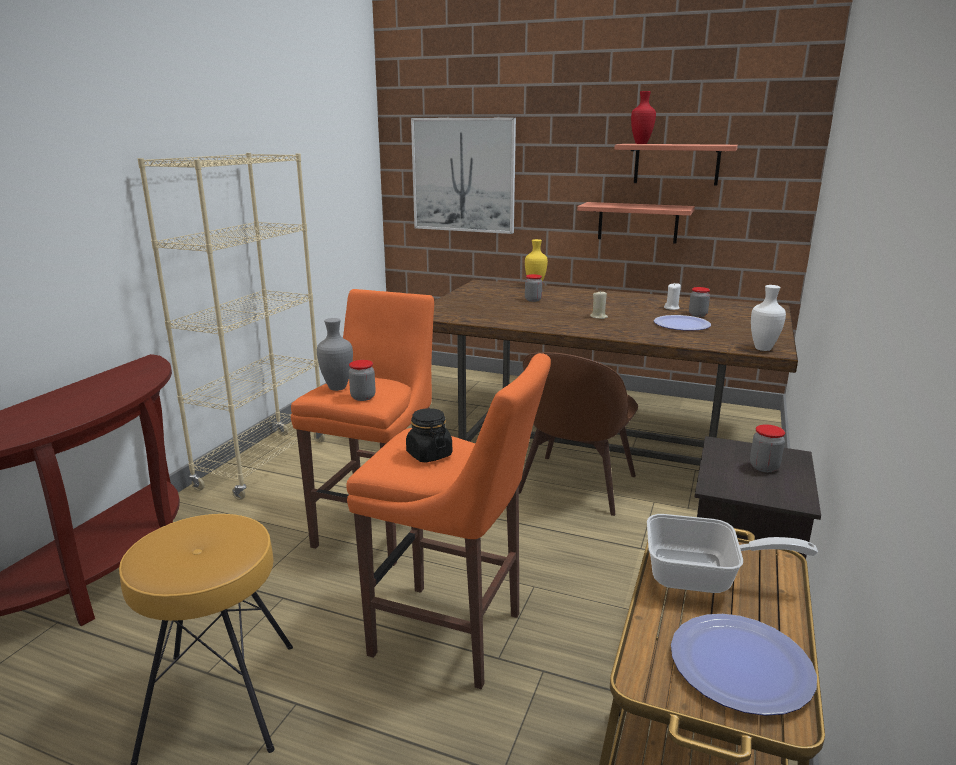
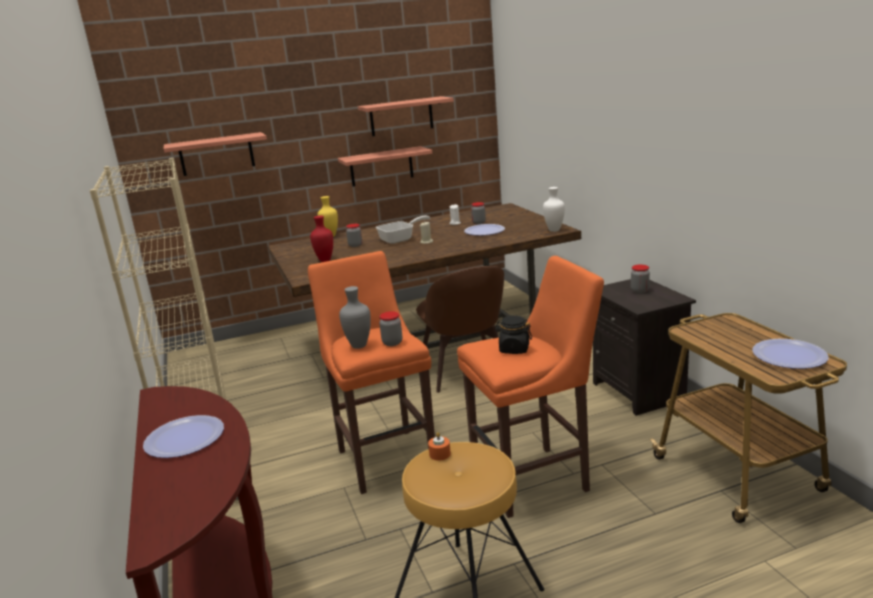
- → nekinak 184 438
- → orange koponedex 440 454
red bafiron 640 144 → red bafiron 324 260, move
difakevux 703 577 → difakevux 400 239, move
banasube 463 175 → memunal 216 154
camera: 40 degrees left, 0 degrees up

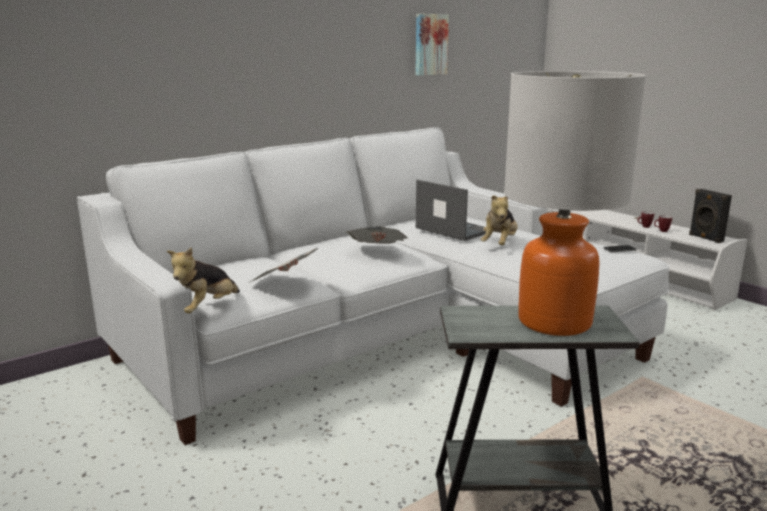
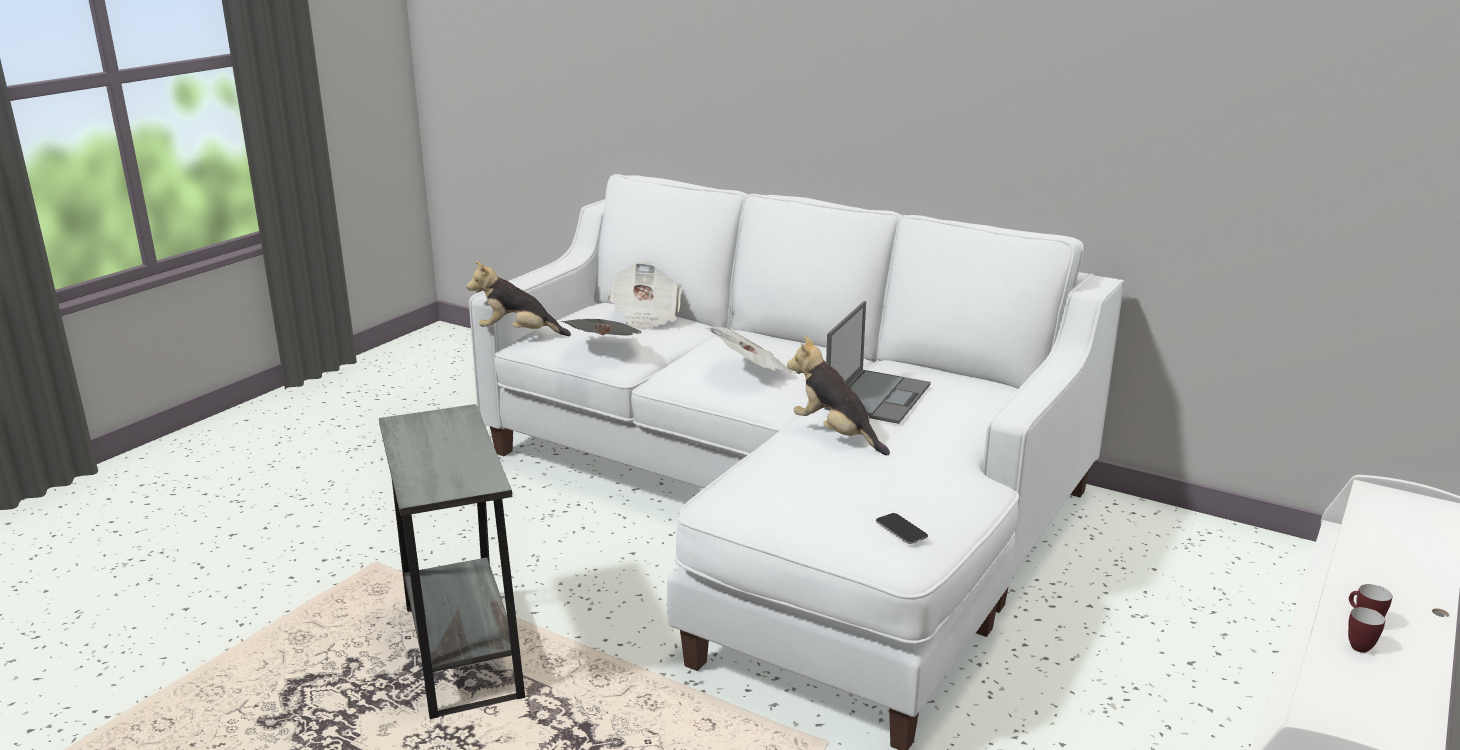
banasube 430 44 → -
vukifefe 555 322 → -
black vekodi 705 238 → -
- → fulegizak 645 316
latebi 499 244 → latebi 836 434, 45 degrees clockwise
camera: 70 degrees right, 5 degrees up

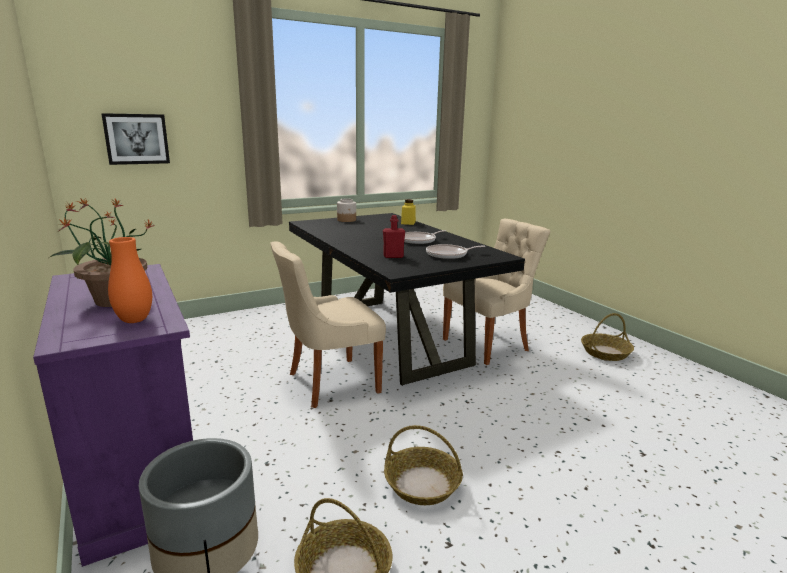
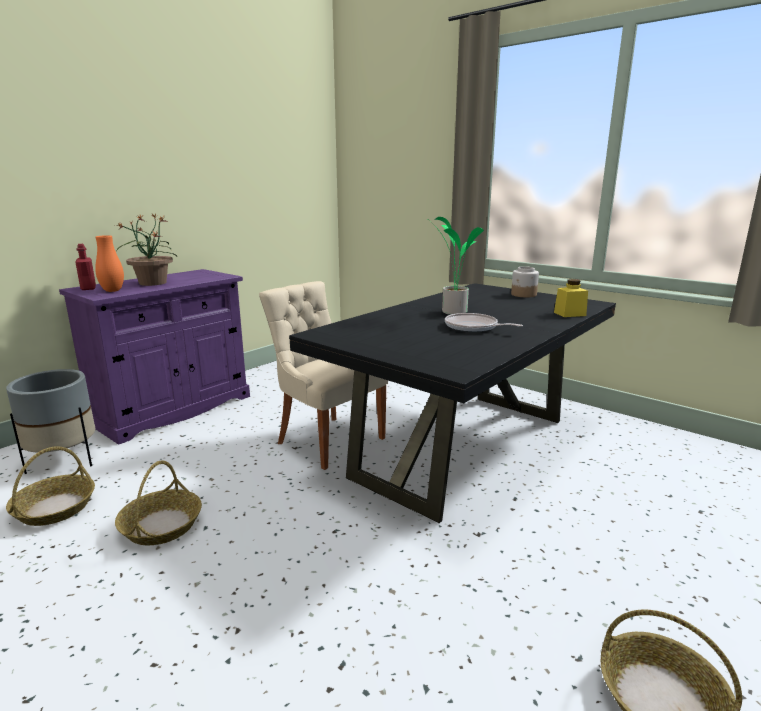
banasube 136 139 → -
difakevux 448 255 → -
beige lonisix 488 344 → -
- → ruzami 452 312
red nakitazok 393 256 → red nakitazok 88 288, move
camera: 70 degrees right, 0 degrees up

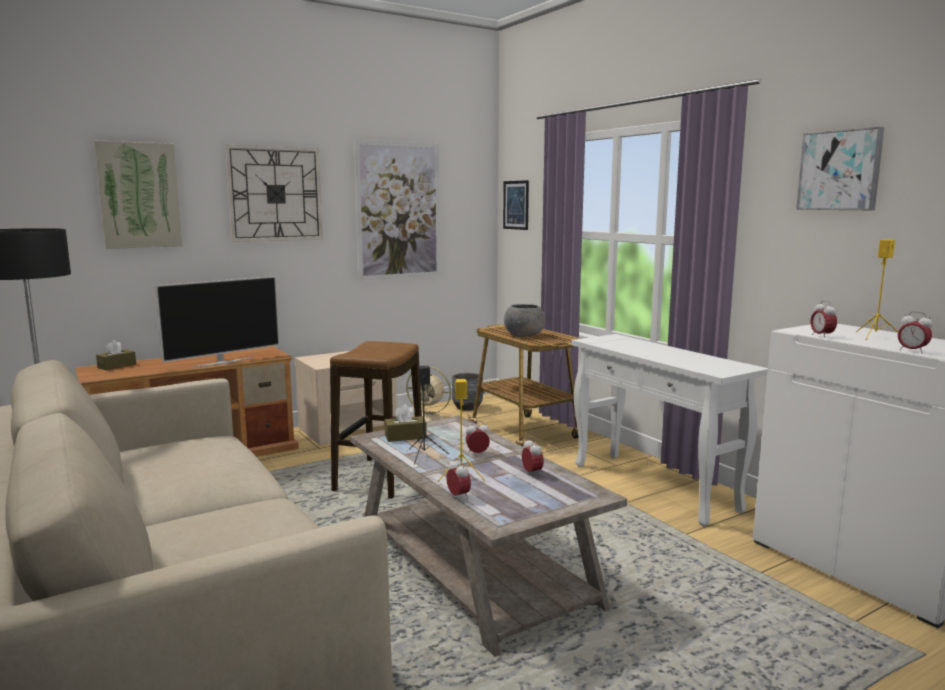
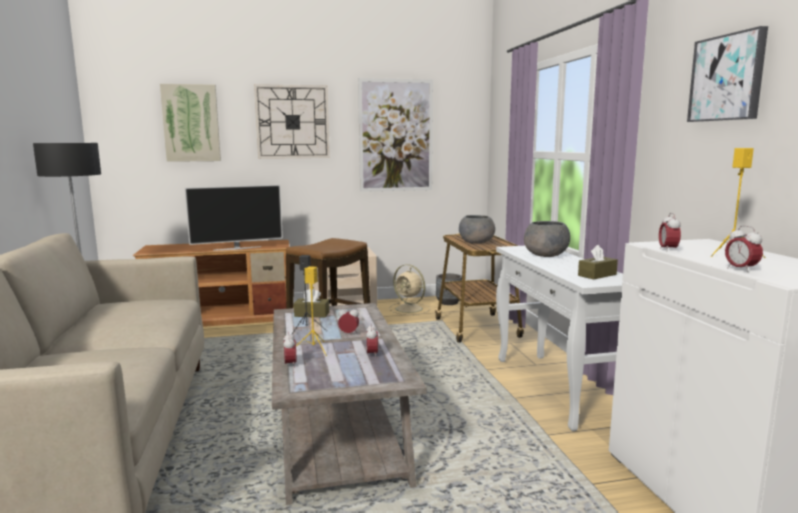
banasube 516 205 → -
- → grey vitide 545 255
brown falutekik 117 366 → brown falutekik 597 275, move
camera: 20 degrees right, 0 degrees up

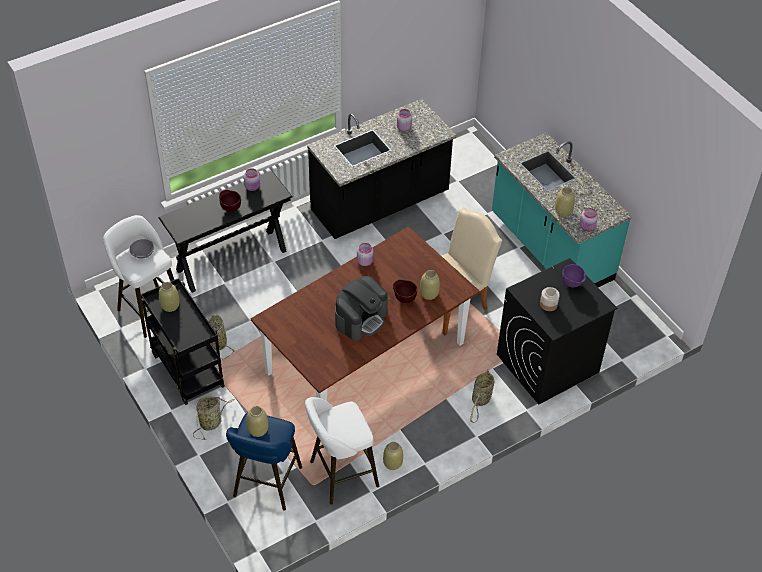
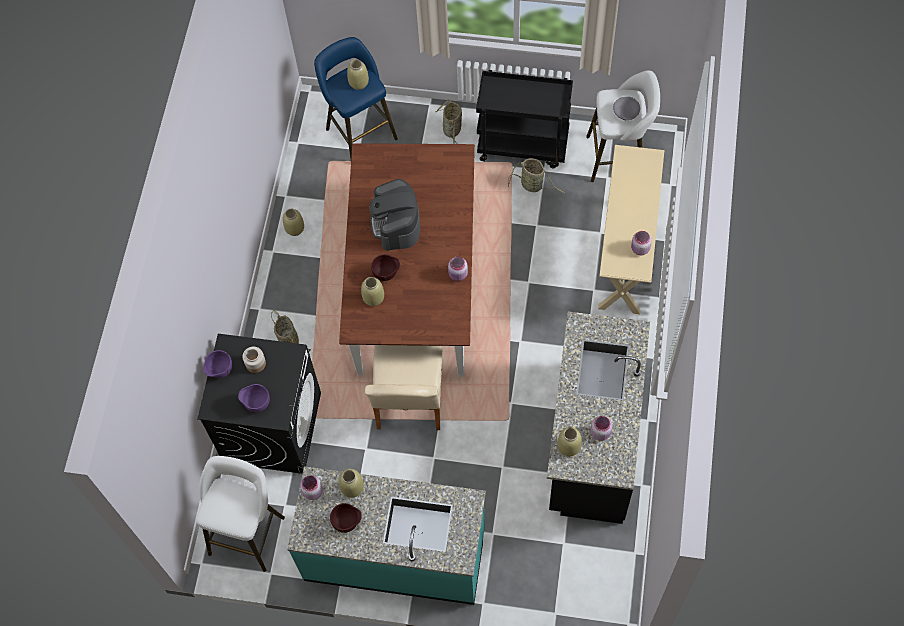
- → purple vitide 220 371
beige bafiron 170 306 → beige bafiron 568 447, move
brown vitide 230 208 → brown vitide 347 522, move
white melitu 340 475 → white melitu 248 531, move
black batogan 232 260 → beige batogan 624 256
camera: 135 degrees right, 15 degrees up

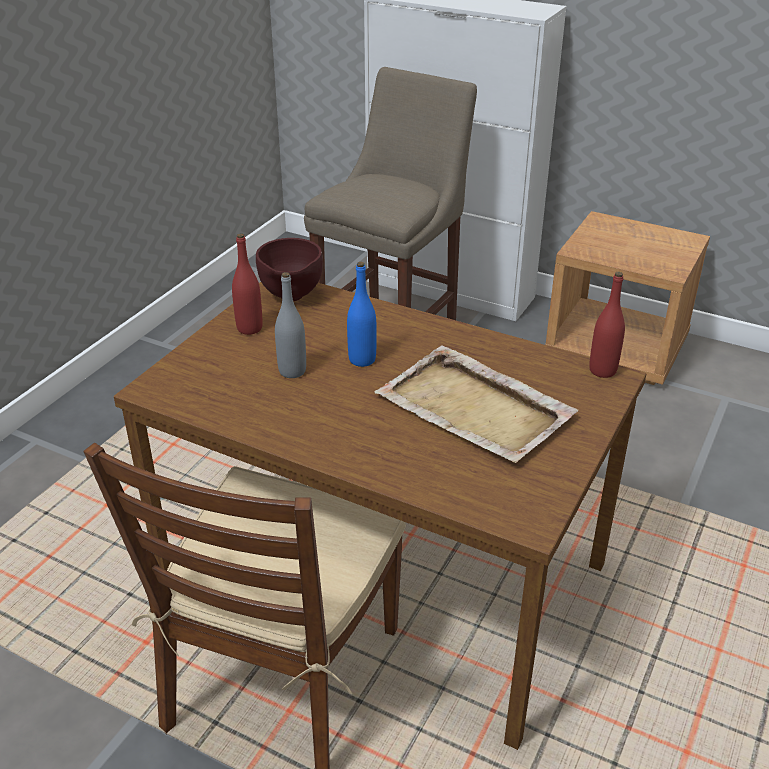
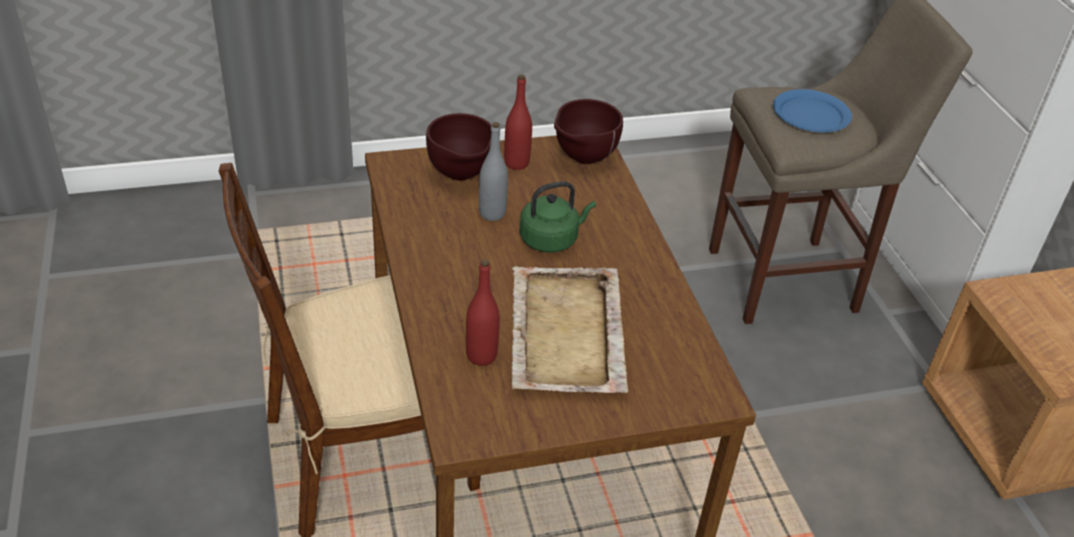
- → brown vitide 461 176
- → blue nekinak 811 114
red nakitazok 602 370 → red nakitazok 481 356, move
blue nakitazok 362 359 → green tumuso 551 239
camera: 45 degrees right, 5 degrees up

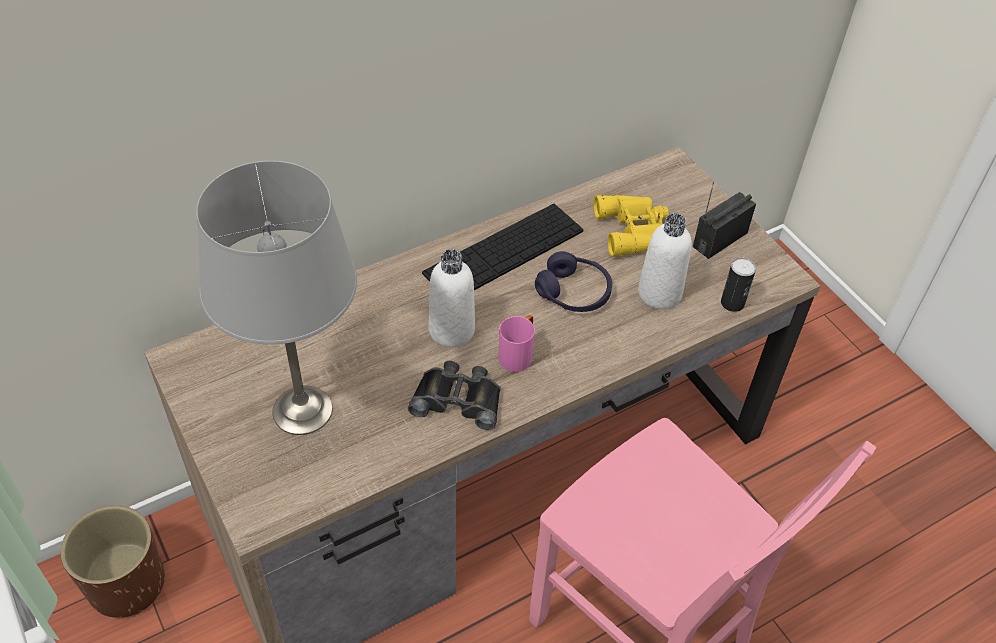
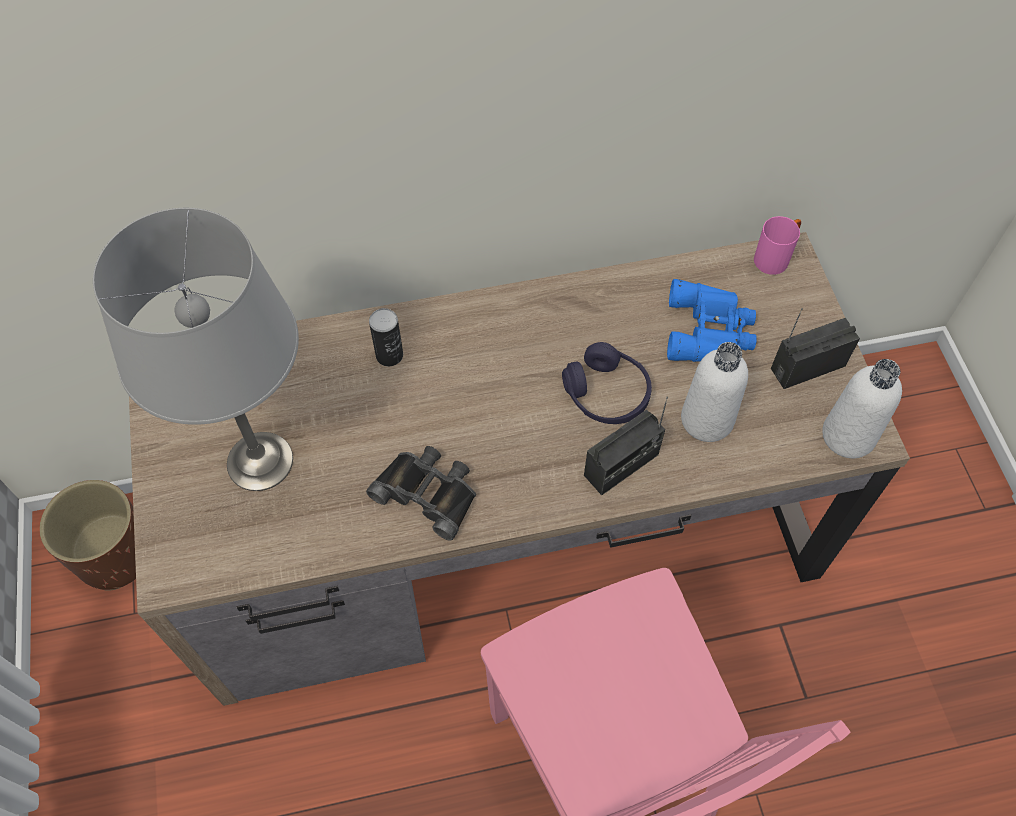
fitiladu 504 252 → -
- → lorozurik 621 465
white nakitazok 451 330 → white nakitazok 848 435, move
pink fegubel 518 354 → pink fegubel 775 257, move
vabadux 732 303 → vabadux 389 355, move
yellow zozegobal 635 230 → blue zozegobal 710 330
camera: 20 degrees right, 10 degrees up

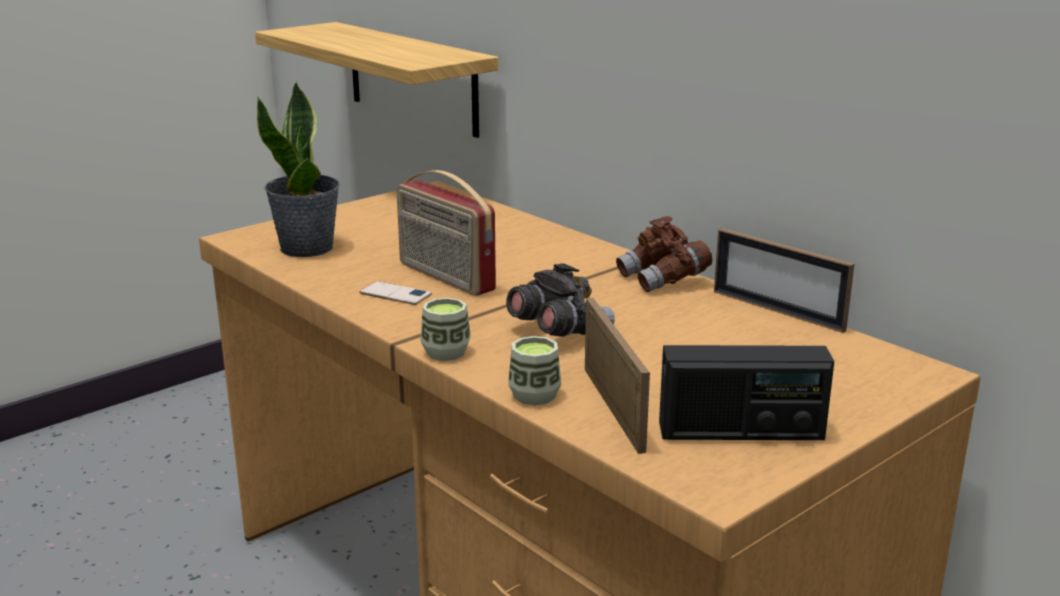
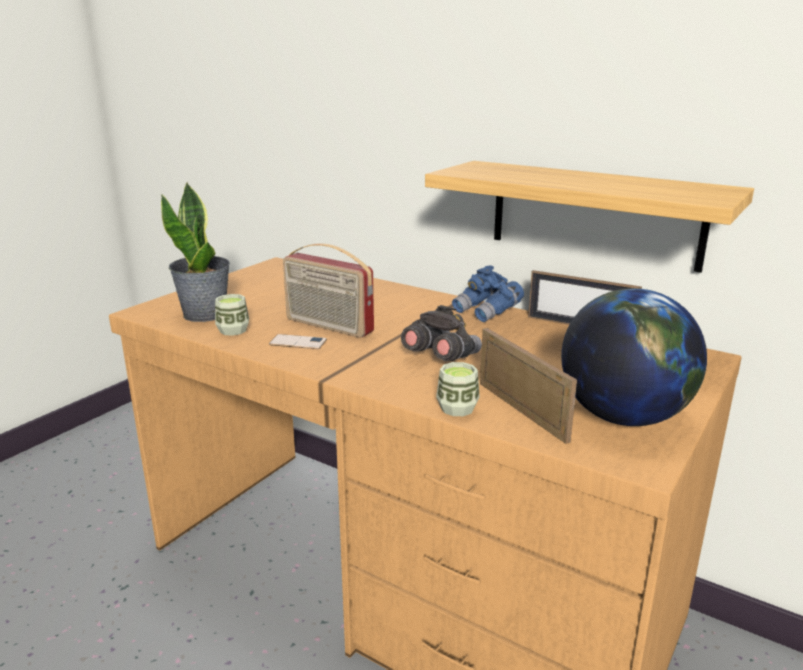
memunal 412 78 → memunal 594 214, move
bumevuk 446 352 → bumevuk 233 330, move
lorozurik 741 432 → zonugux 623 416
brown zozegobal 663 279 → blue zozegobal 487 312
camera: 15 degrees left, 0 degrees up

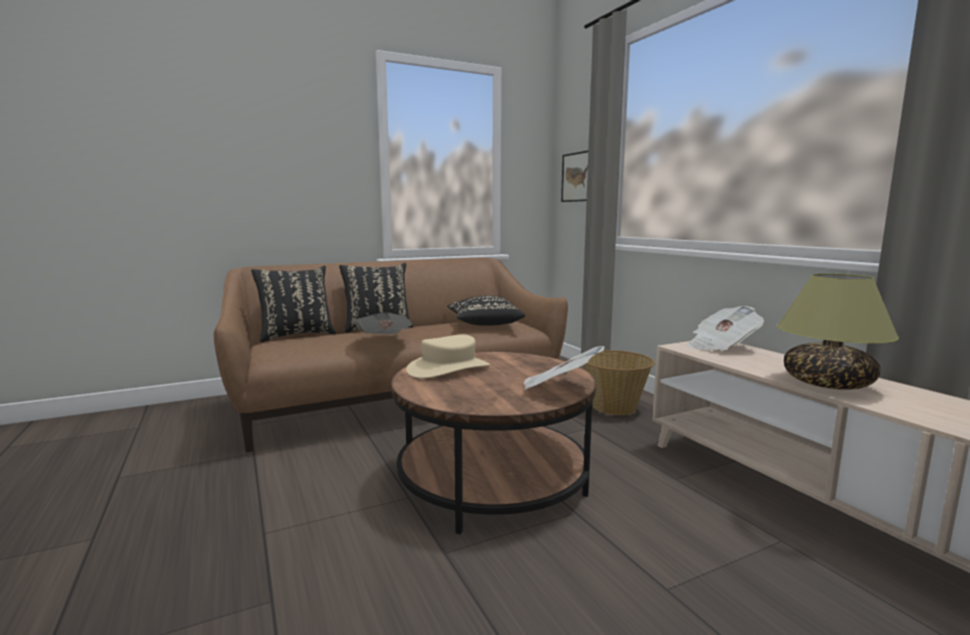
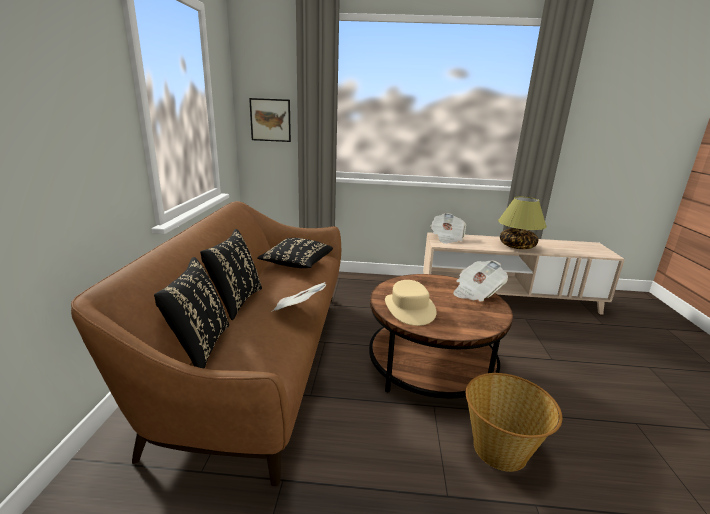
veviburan 614 407 → veviburan 501 450, move
camera: 60 degrees left, 10 degrees up

